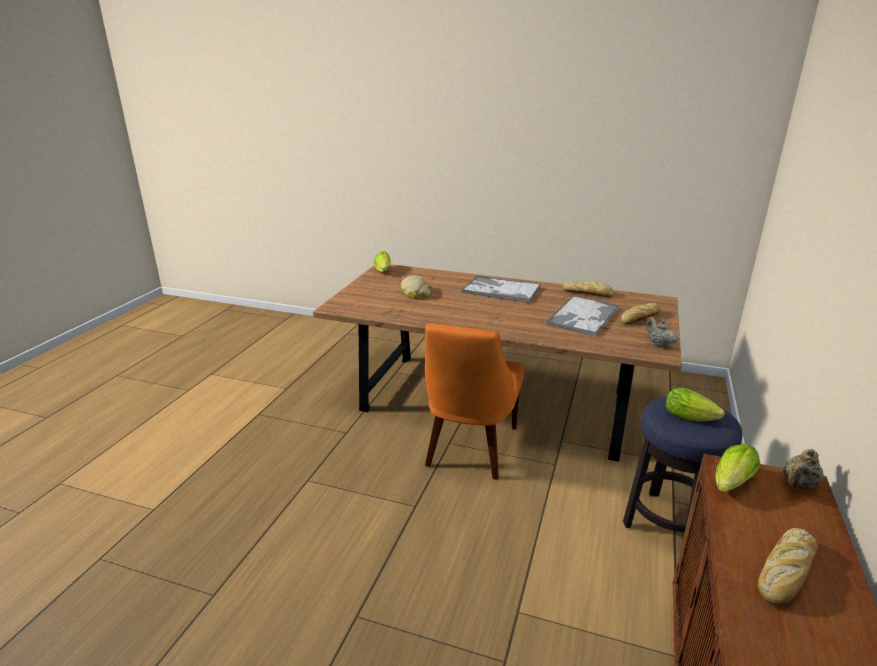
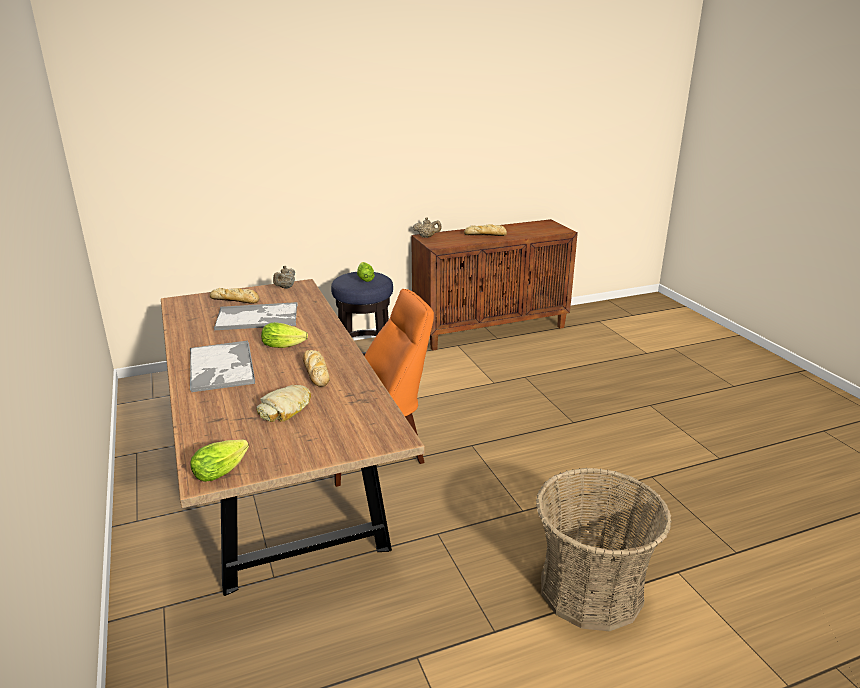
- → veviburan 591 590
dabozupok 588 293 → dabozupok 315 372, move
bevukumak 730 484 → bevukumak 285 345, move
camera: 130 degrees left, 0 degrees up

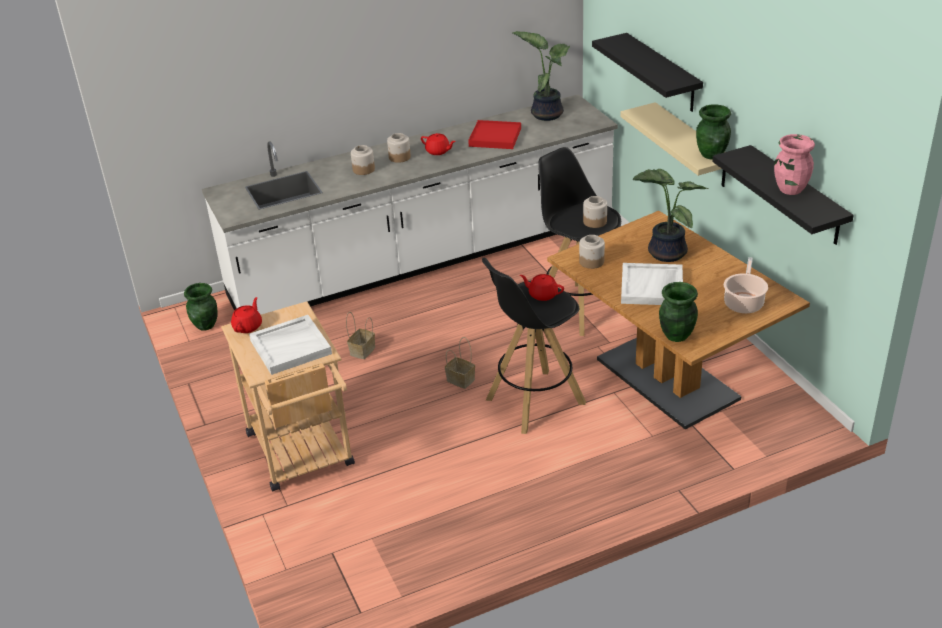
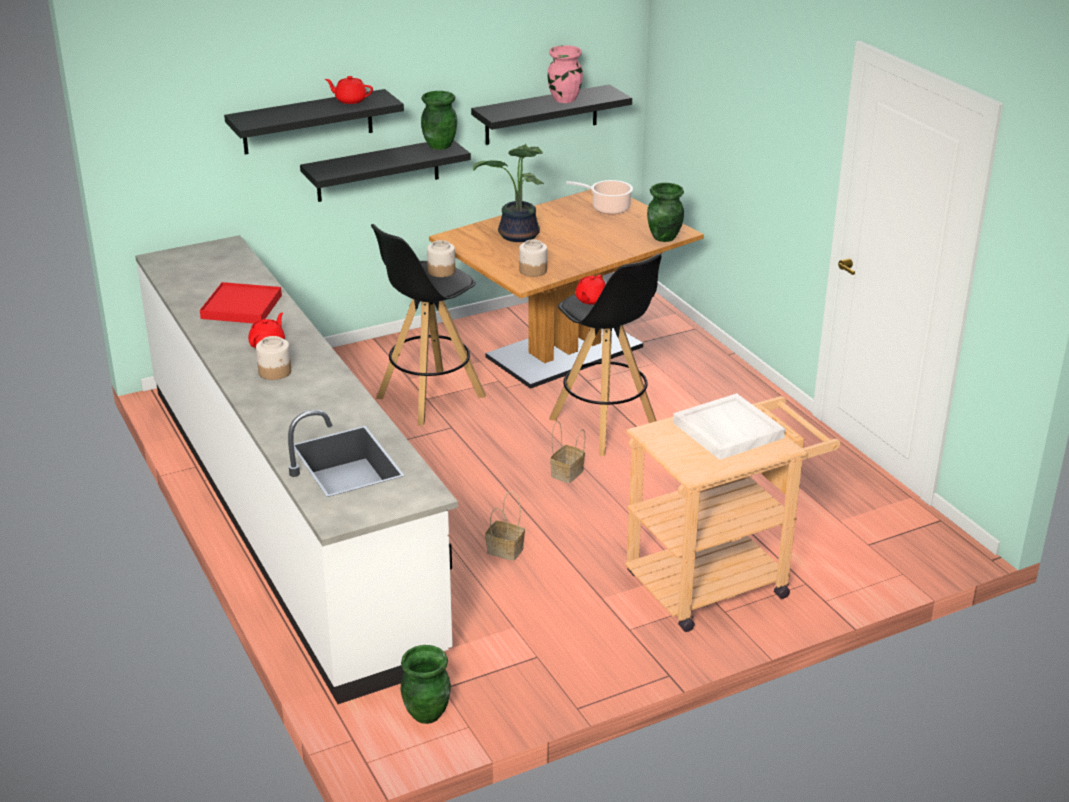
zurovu 363 169 → -
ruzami 546 113 → -
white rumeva 652 287 → -
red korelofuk 248 326 → red korelofuk 350 100, move
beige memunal 692 145 → black memunal 378 170
camera: 95 degrees left, 5 degrees down

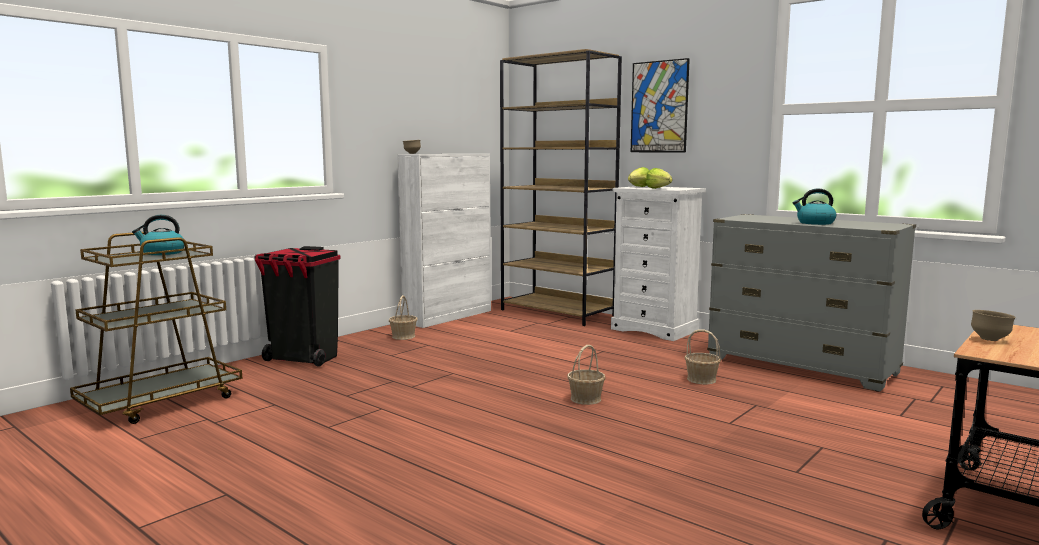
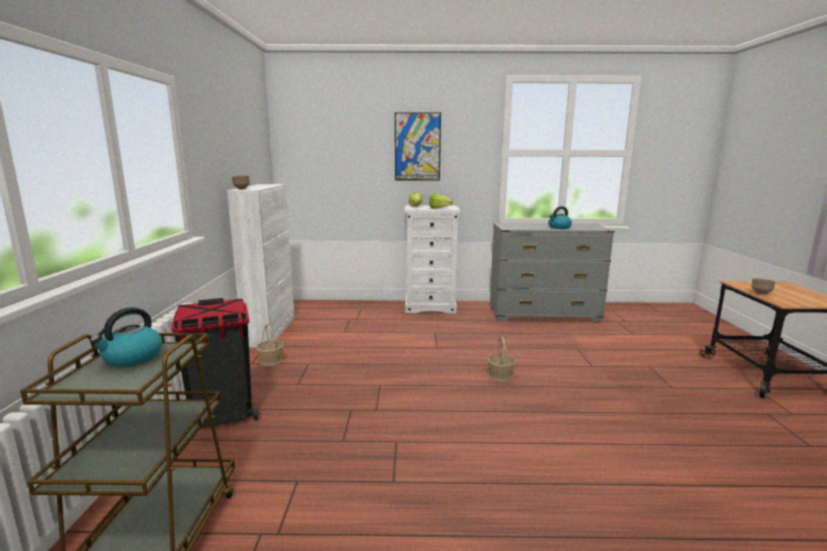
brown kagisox 558 313 → -
veviburan 701 379 → -
camera: 40 degrees left, 5 degrees up

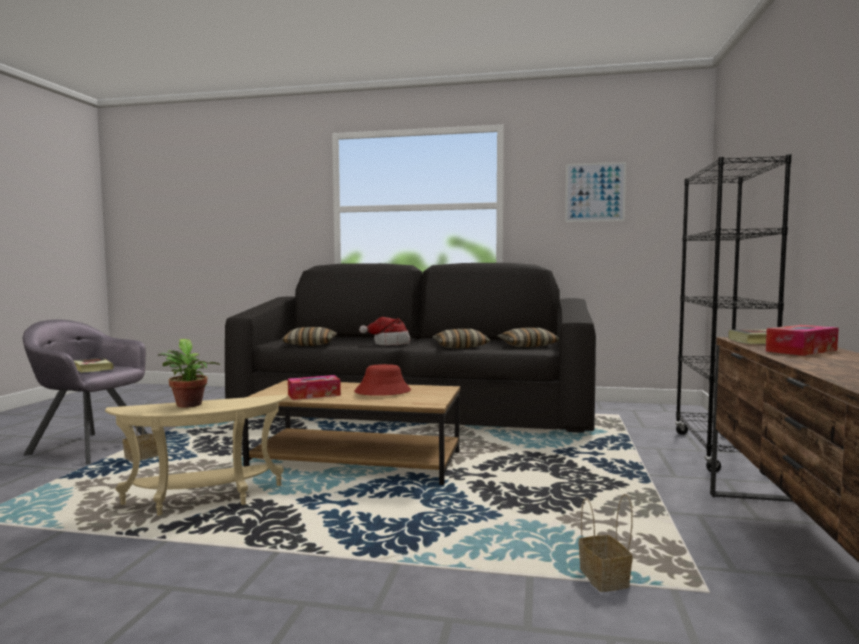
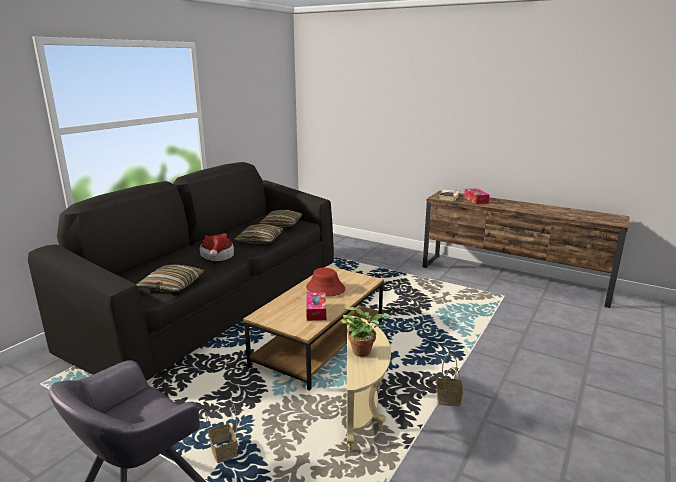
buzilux 92 368 → -
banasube 595 192 → -
black kagisox 719 453 → -
veviburan 605 579 → veviburan 449 399, move
camera: 70 degrees left, 15 degrees up

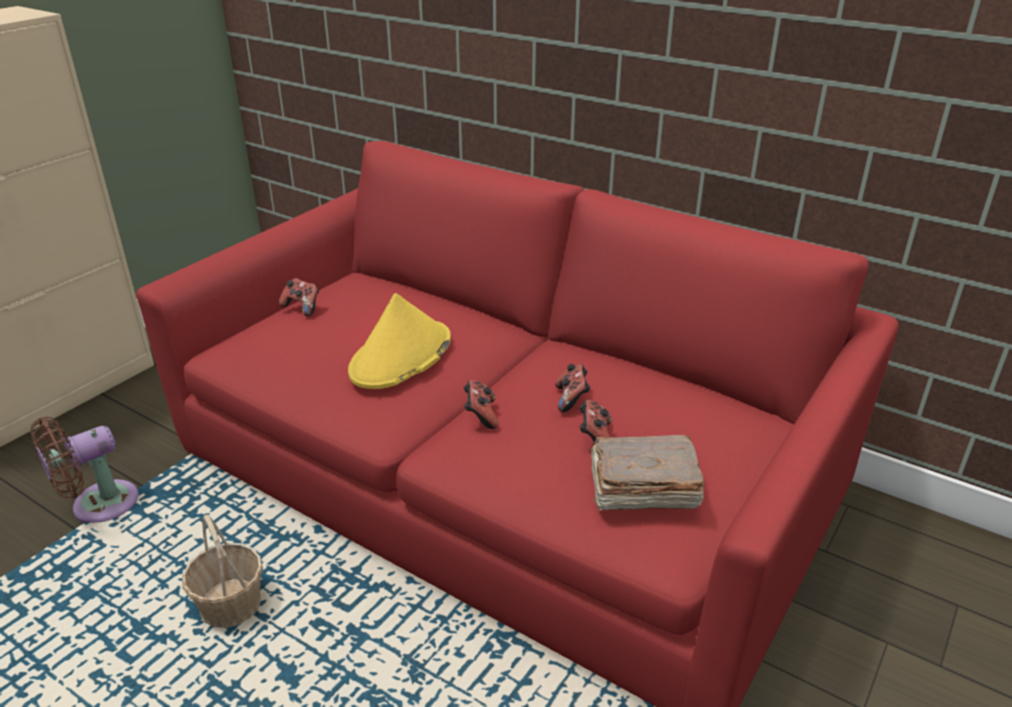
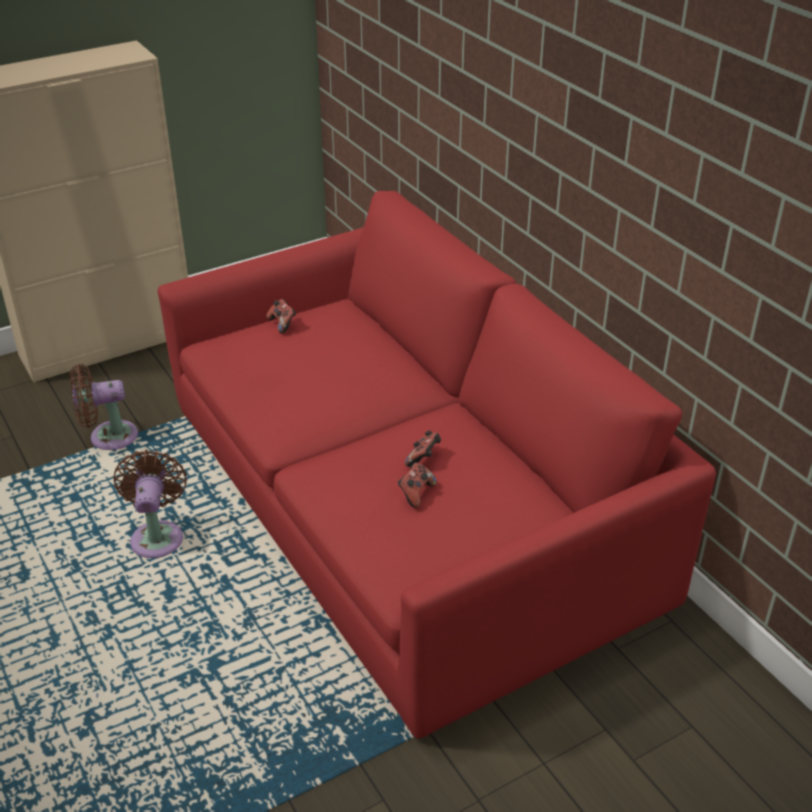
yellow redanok 401 356 → -
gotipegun 480 415 → -
brown buzilux 641 489 → -
veviburan 230 606 → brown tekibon 157 536
camera: 25 degrees right, 5 degrees up

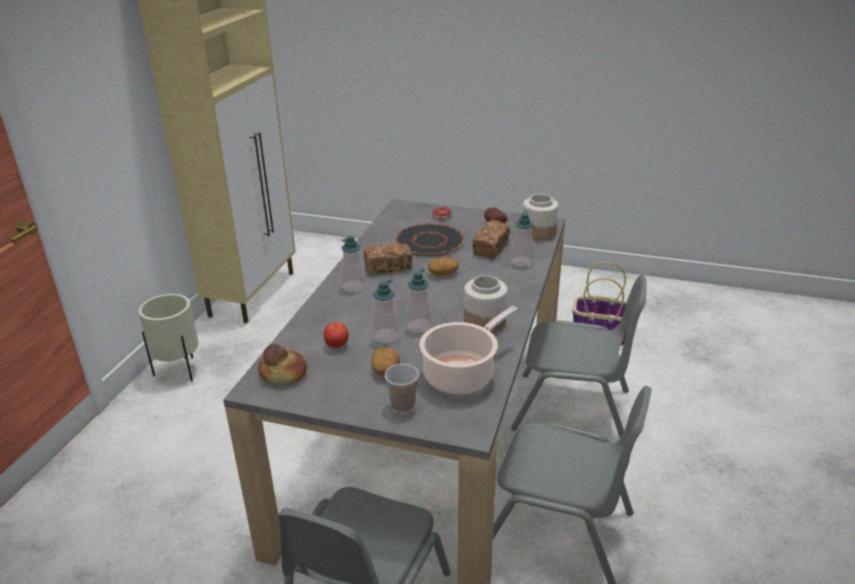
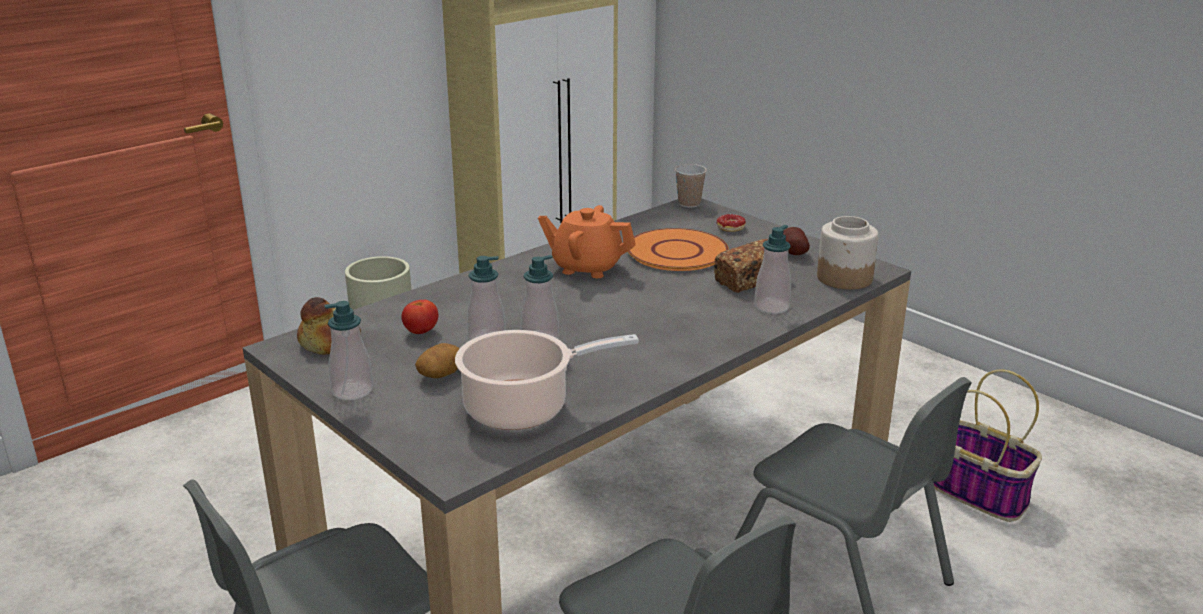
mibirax 443 273 → -
zurovu 484 321 → -
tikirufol 353 287 → tikirufol 352 391, move
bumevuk 403 405 → bumevuk 689 204, move
dabozupok 388 267 → orange korelofuk 586 267
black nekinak 430 241 → orange nekinak 677 252
camera: 30 degrees right, 5 degrees down

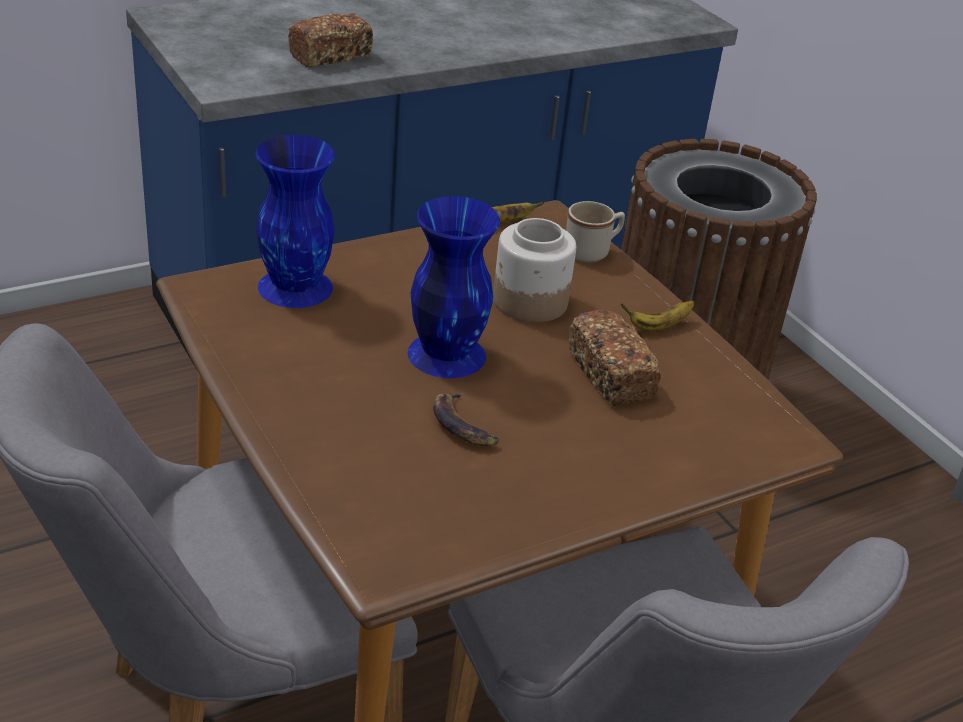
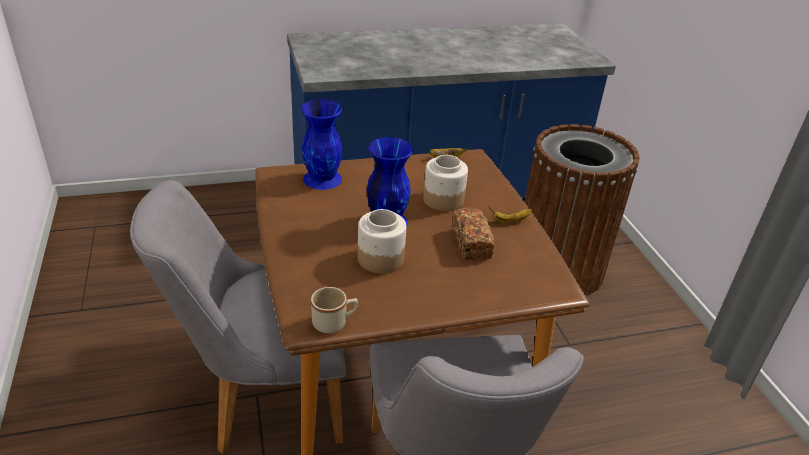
dabozupok 330 56 → -
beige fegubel 592 251 → beige fegubel 334 323, move
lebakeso 463 425 → zurovu 380 259
camera: 15 degrees right, 0 degrees up

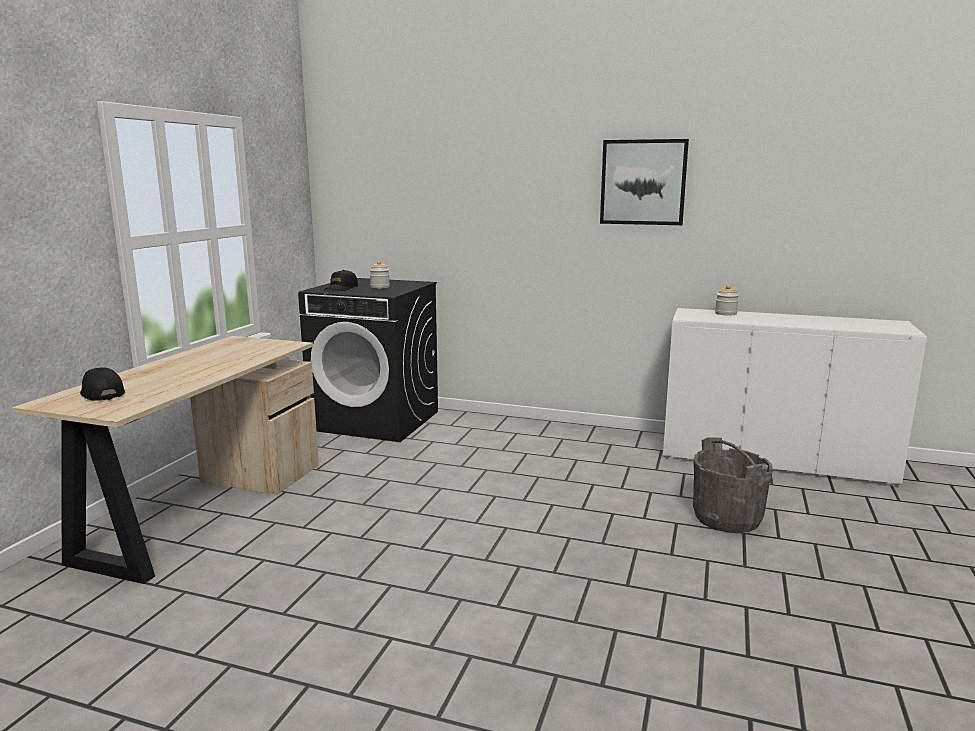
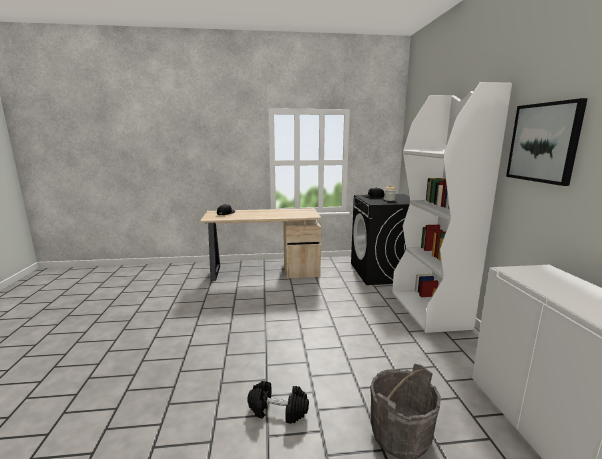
zurovu 725 313 → -
- → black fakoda 278 411
- → white kagisox 429 310
camera: 65 degrees right, 0 degrees up

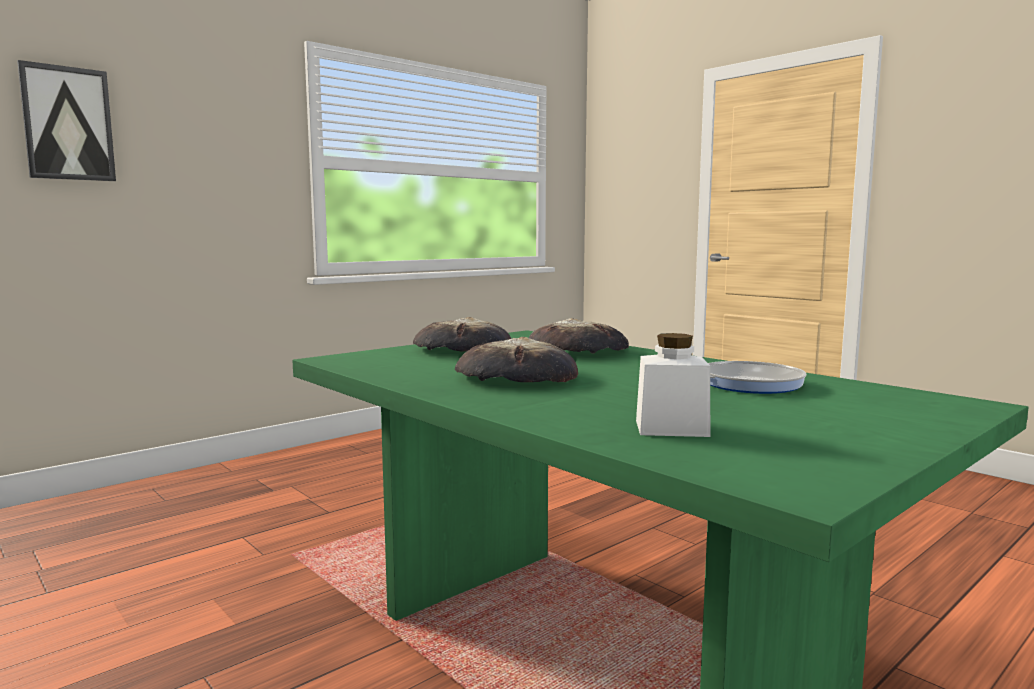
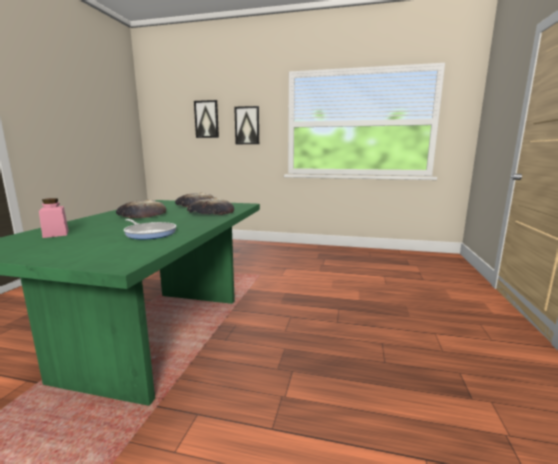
- → banasube 247 125
white zurovu 671 428 → pink zurovu 56 233
camera: 55 degrees right, 5 degrees up

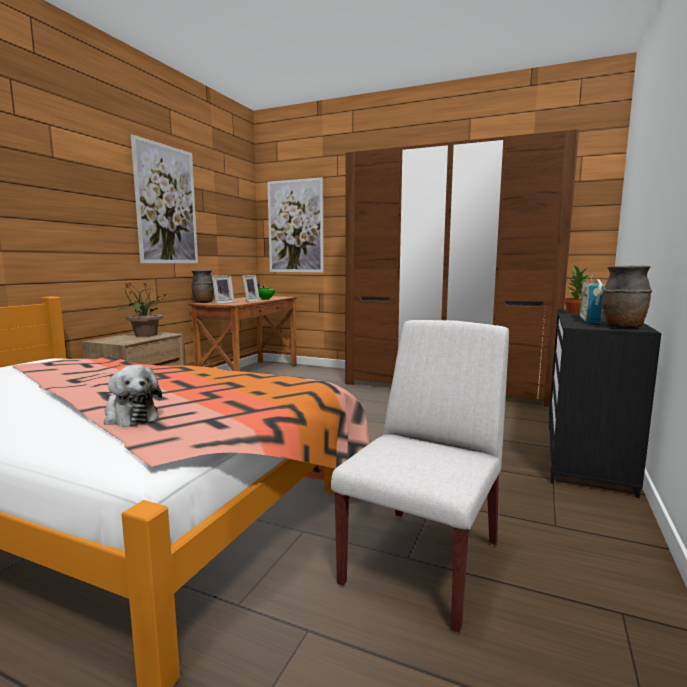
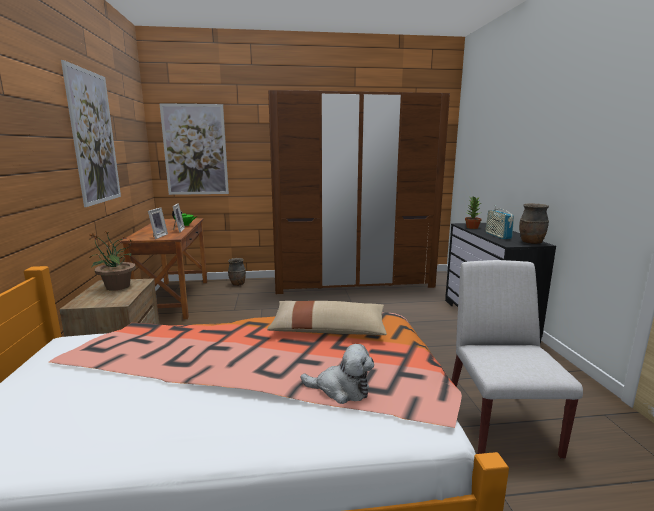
- → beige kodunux 328 329
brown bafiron 203 302 → brown bafiron 237 284, move
camera: 30 degrees left, 5 degrees up

